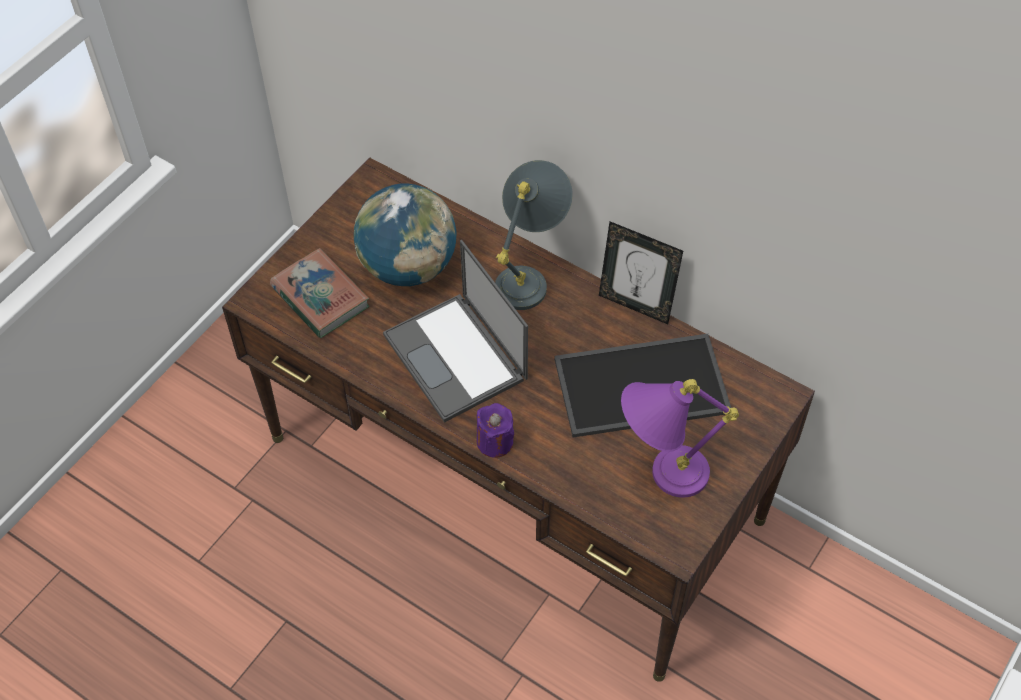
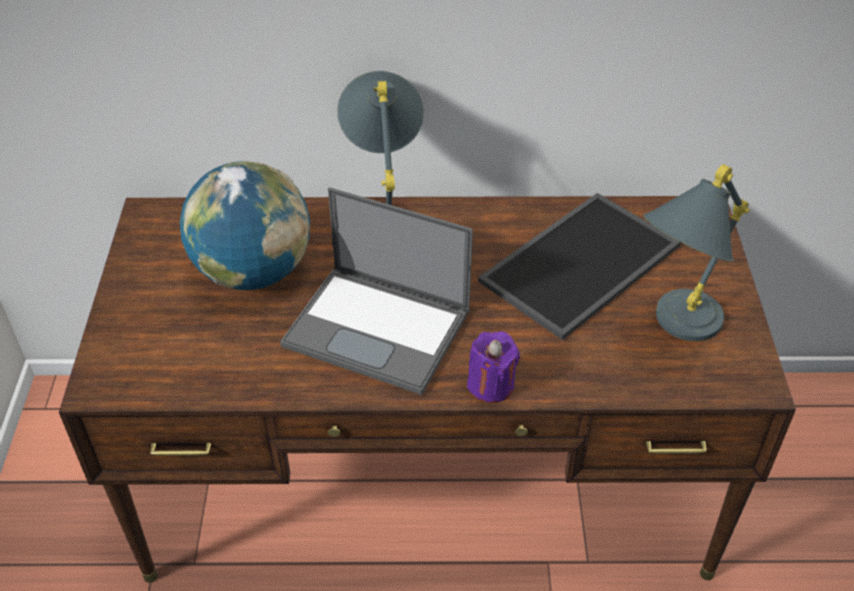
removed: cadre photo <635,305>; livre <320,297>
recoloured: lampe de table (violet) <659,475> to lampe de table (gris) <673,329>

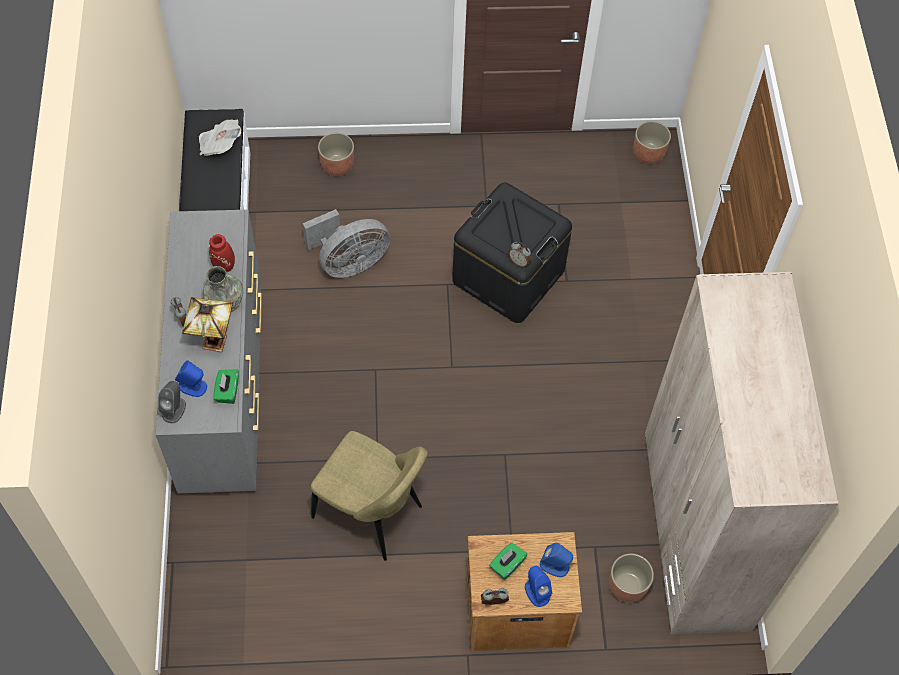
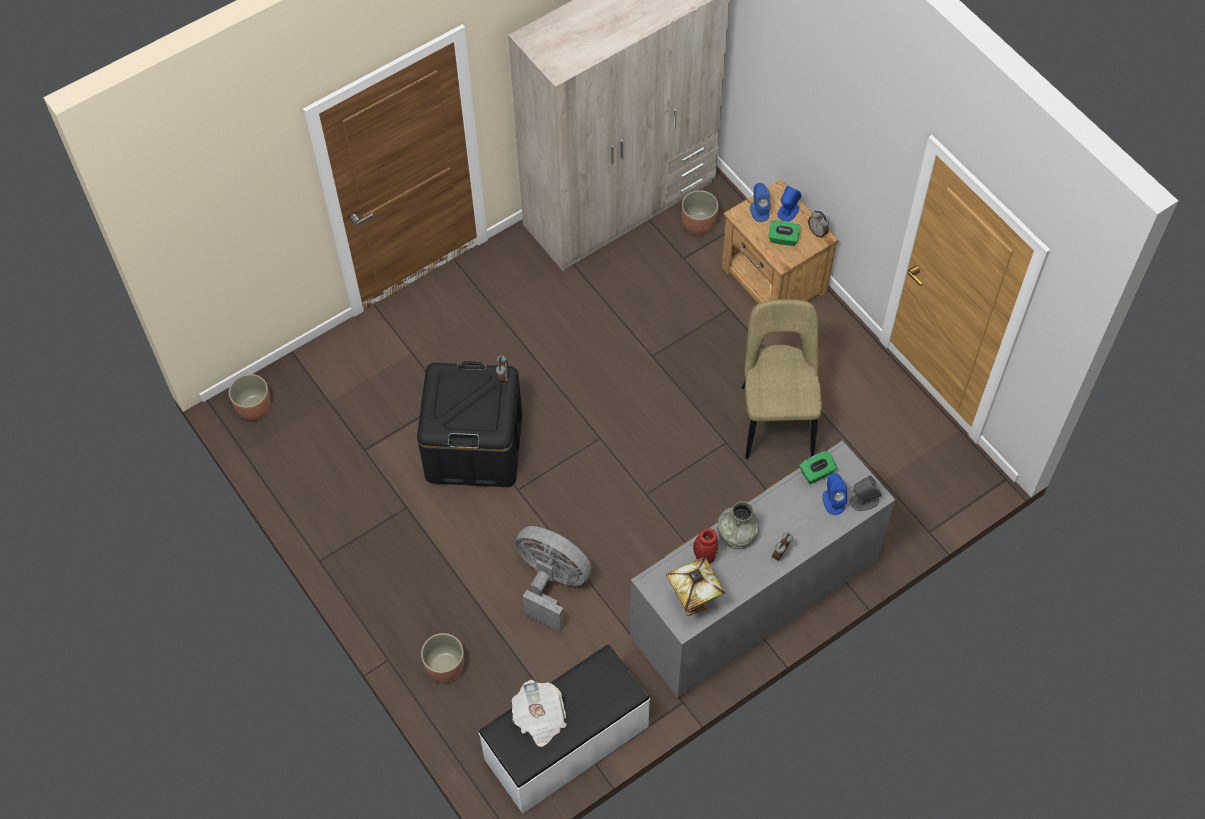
moved: lampe de table <212,342> to <695,604>

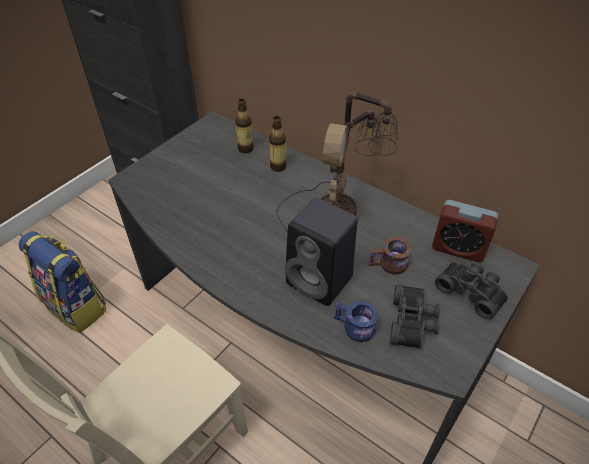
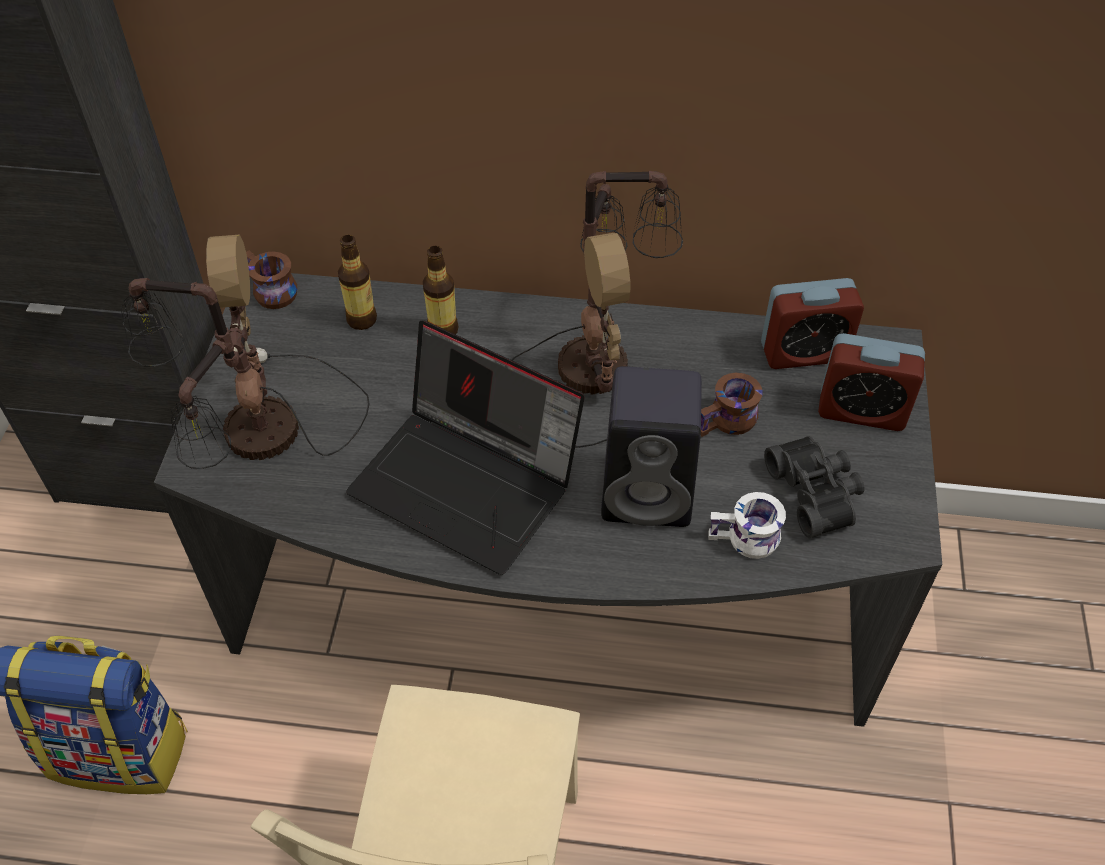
added: lampe de table <258,435>; mug (marron) <269,292>; ordinateur portable <469,483>
replaced: jumelles (noir) <471,291> to réveil <861,410>
recoloured: mug (bleu) <354,328> to mug (blanc) <745,541>

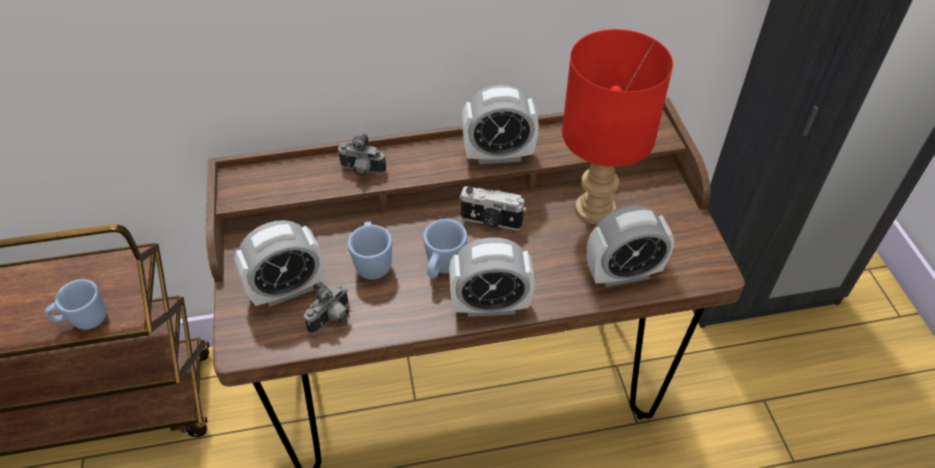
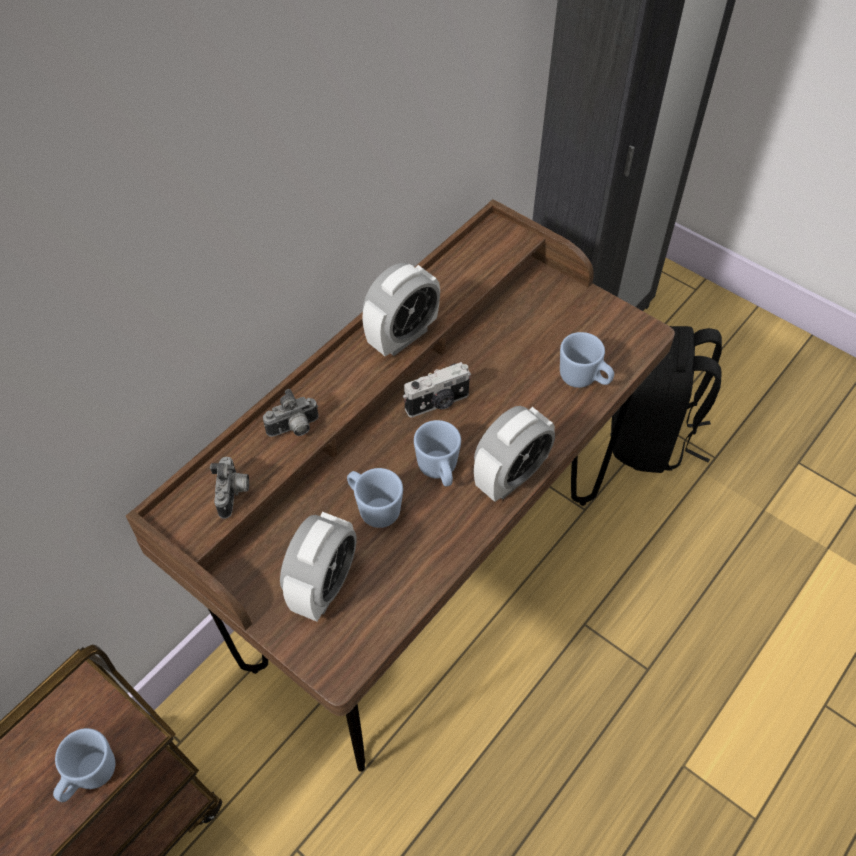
removed: lampe de table (rouge) <596,209>
added: sac à dos (noir) <650,436>
moved: appareil photo <332,319> to <234,494>
replaced: réveil <623,273> to mug (bleu) <583,380>

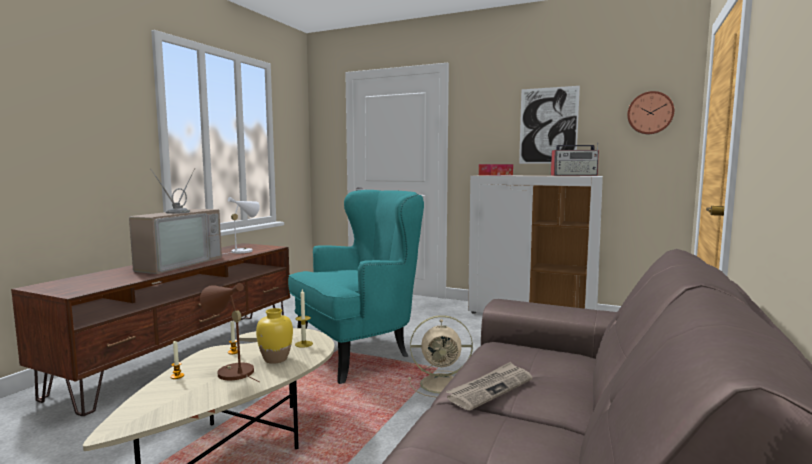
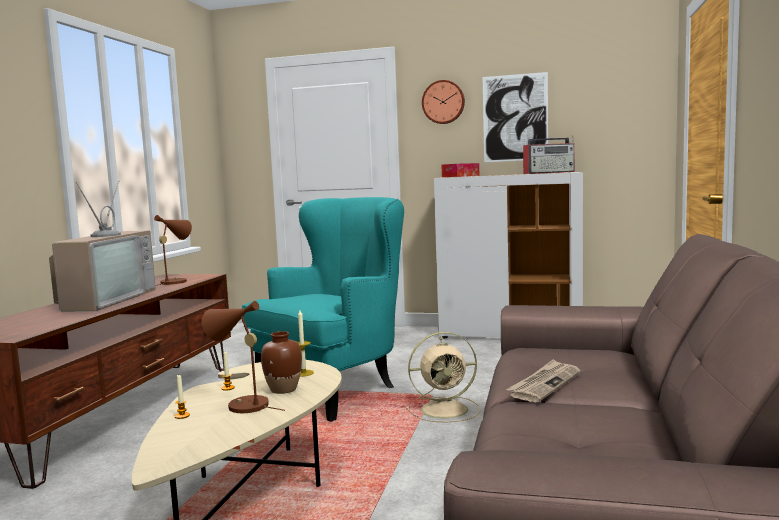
moved: horloge murale <650,113> to <443,102>
recoloured: lampe de table (blanc) <244,251> to lampe de table (marron) <176,281>; vase (jaune) <275,359> to vase (marron) <283,389>

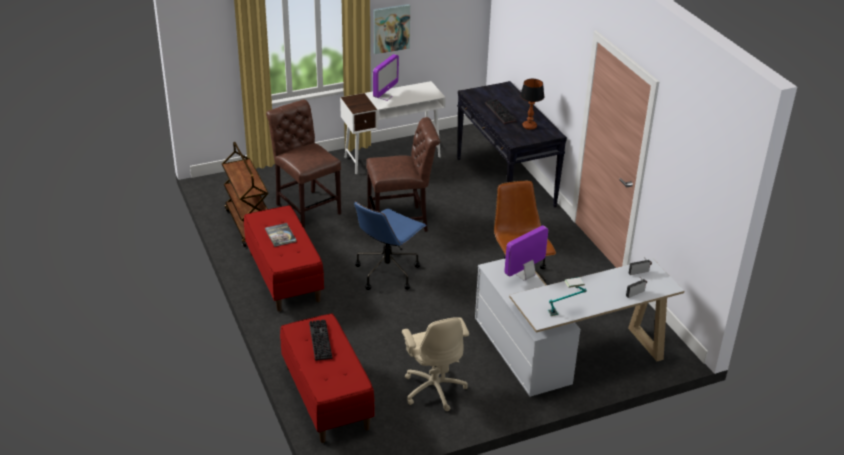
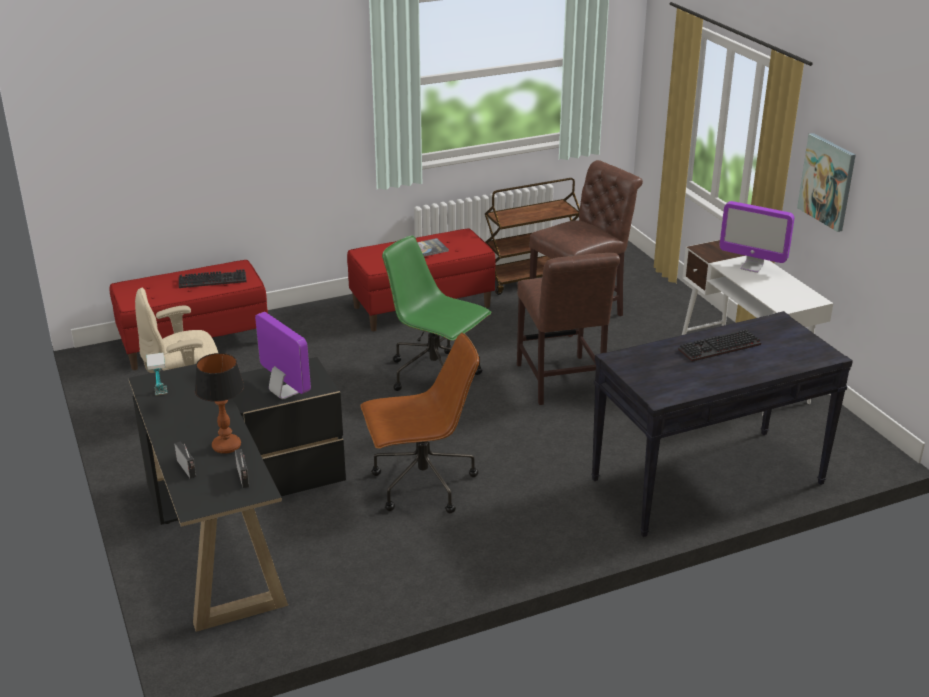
moved: lampe de table <529,126> to <226,446>
recoloured: chaise de bureau (bleu) <387,272> to chaise de bureau (vert) <435,375>; bureau (blanc) <564,352> to bureau (noir) <236,523>

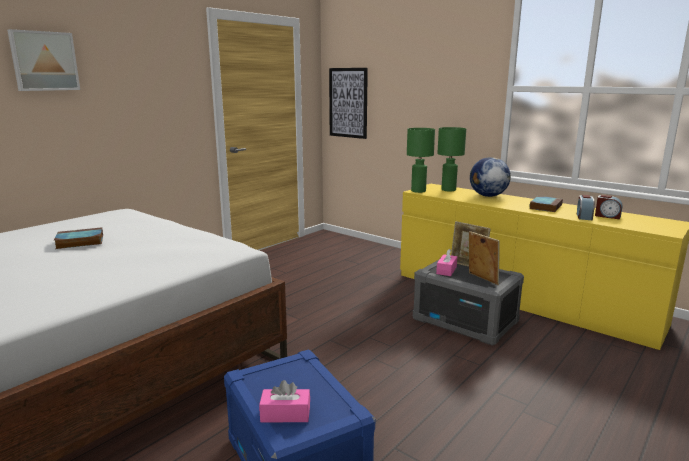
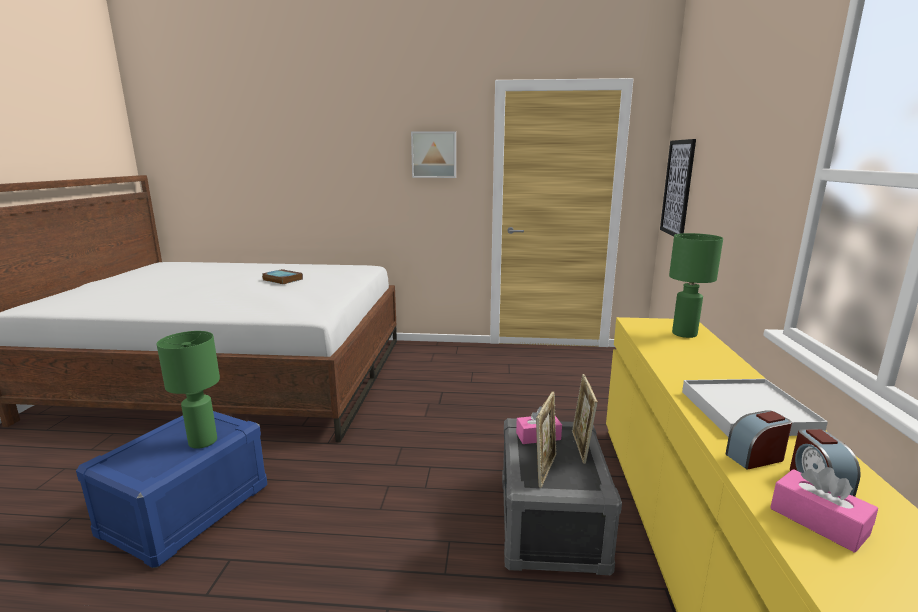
removed: globe <487,196>
moved: tableau <44,61> to <434,154>; lampe de table (vert) <418,191> to <202,442>; boîte à mouchoirs (rose) <285,414> to <818,521>
replaced: livre <545,207> to plateau (blanc) <747,411>

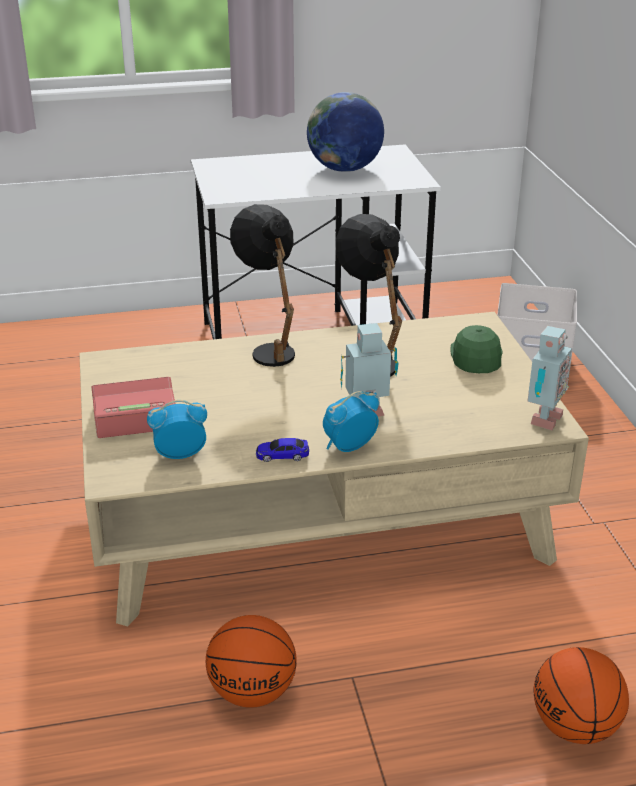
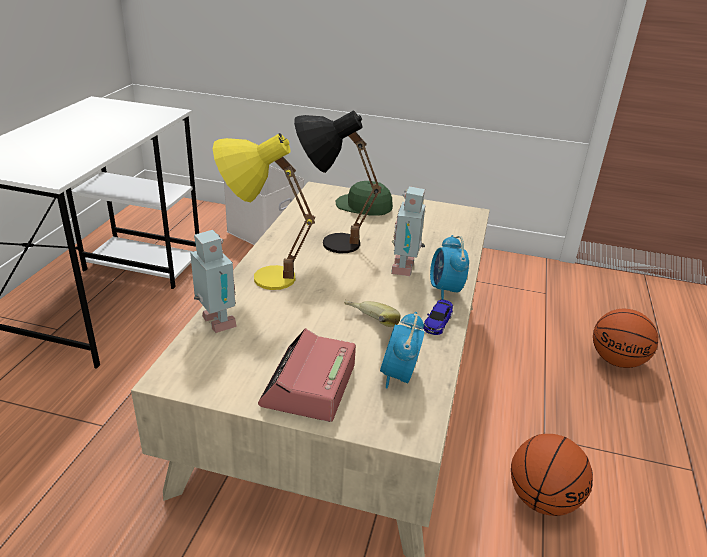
removed: globe <344,169>
added: banane <368,327>
moved: robot jouet <542,420> to <216,324>
recoloured: lampe de table (noir) <270,347> to lampe de table (jaune) <259,276>

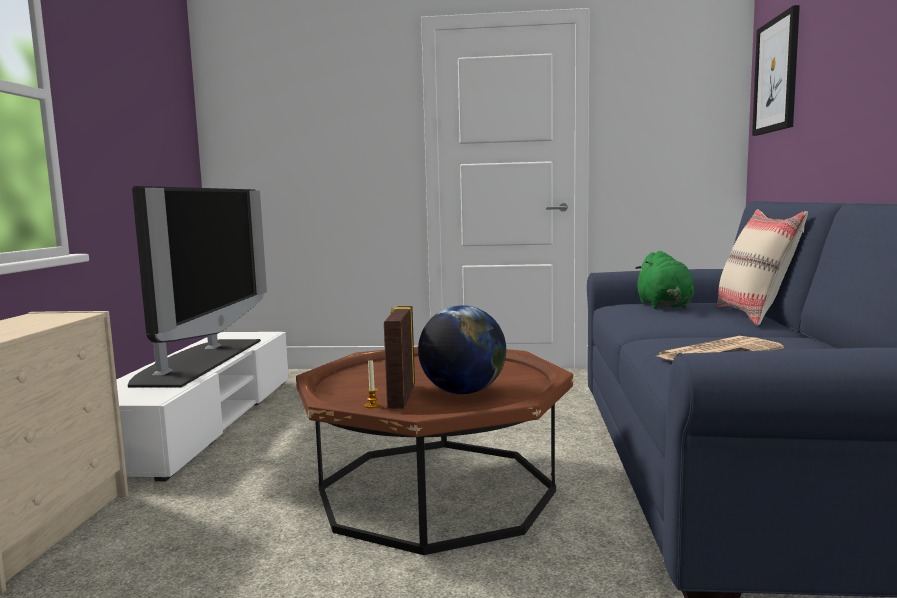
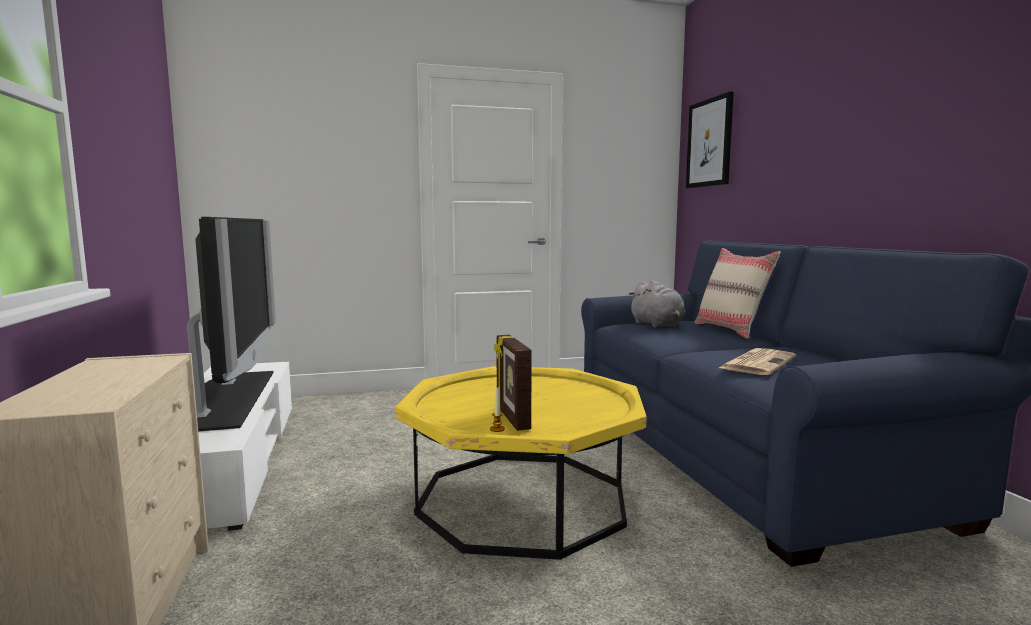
removed: globe <463,392>
recoloured: peluche (vert) <664,306> to peluche (gris) <657,325>; table basse (marron) <435,490> to table basse (jaune) <522,500>

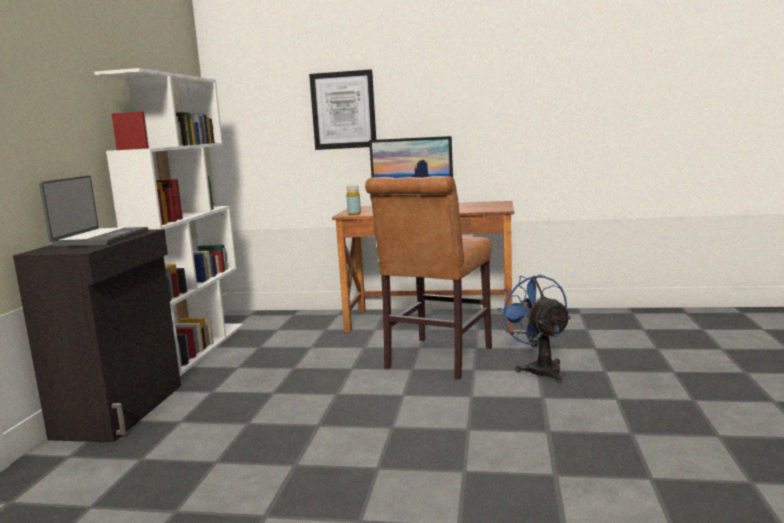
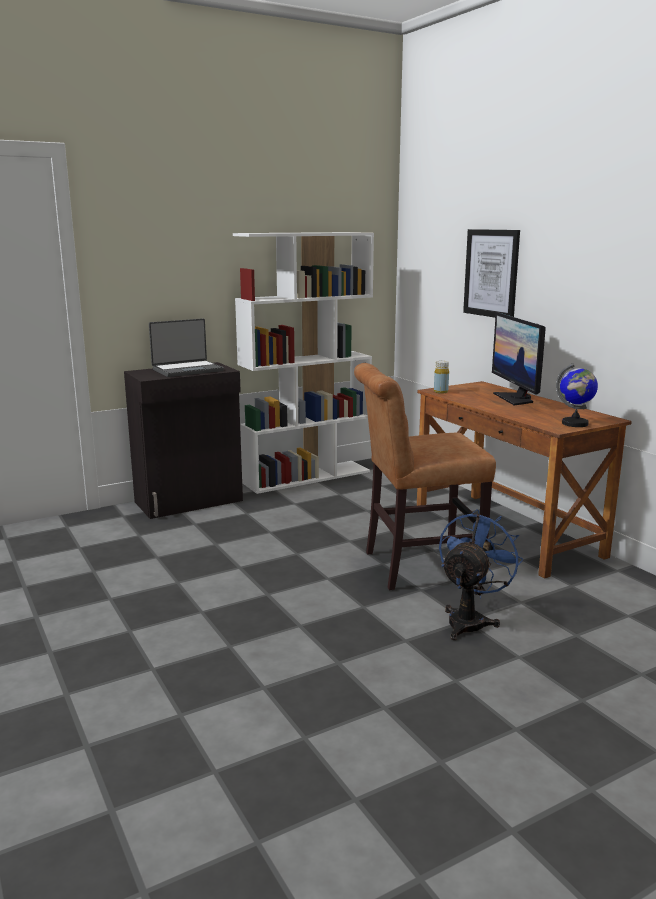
added: globe <575,424>

